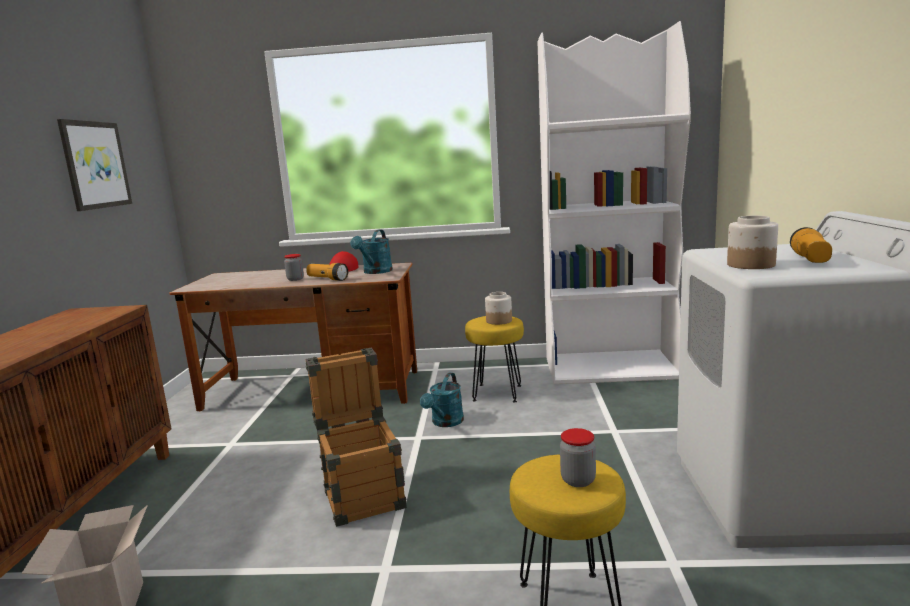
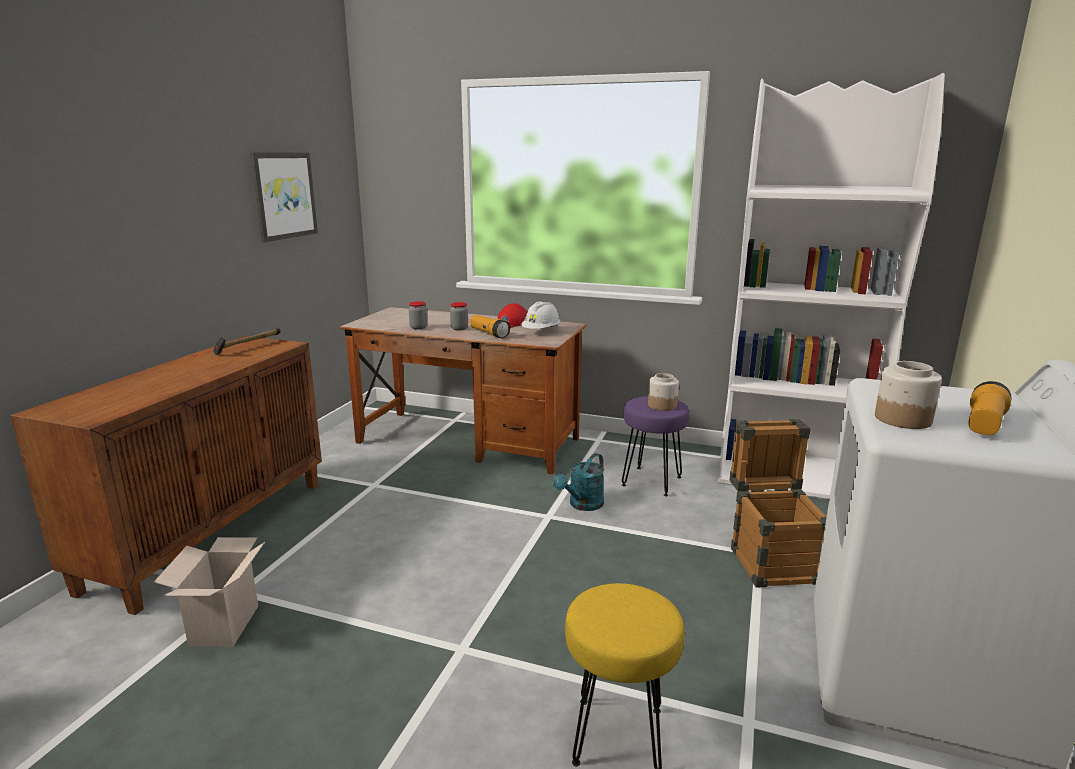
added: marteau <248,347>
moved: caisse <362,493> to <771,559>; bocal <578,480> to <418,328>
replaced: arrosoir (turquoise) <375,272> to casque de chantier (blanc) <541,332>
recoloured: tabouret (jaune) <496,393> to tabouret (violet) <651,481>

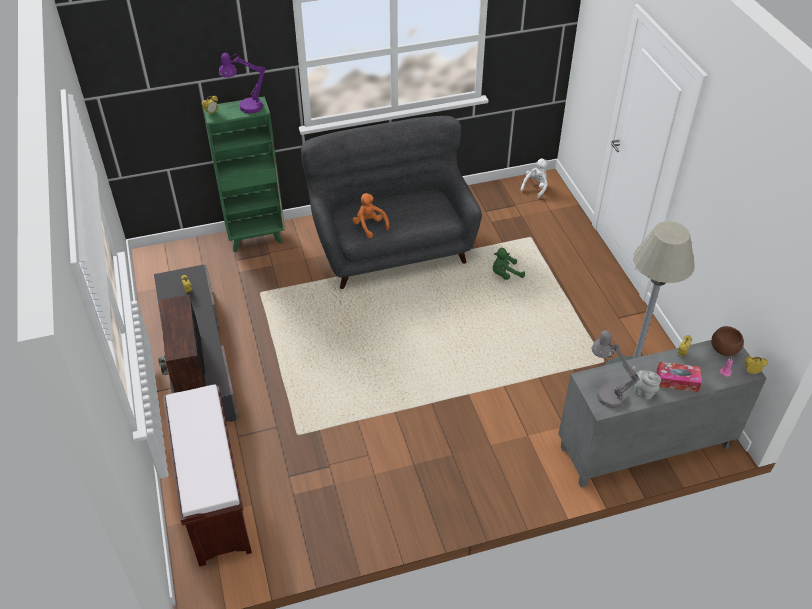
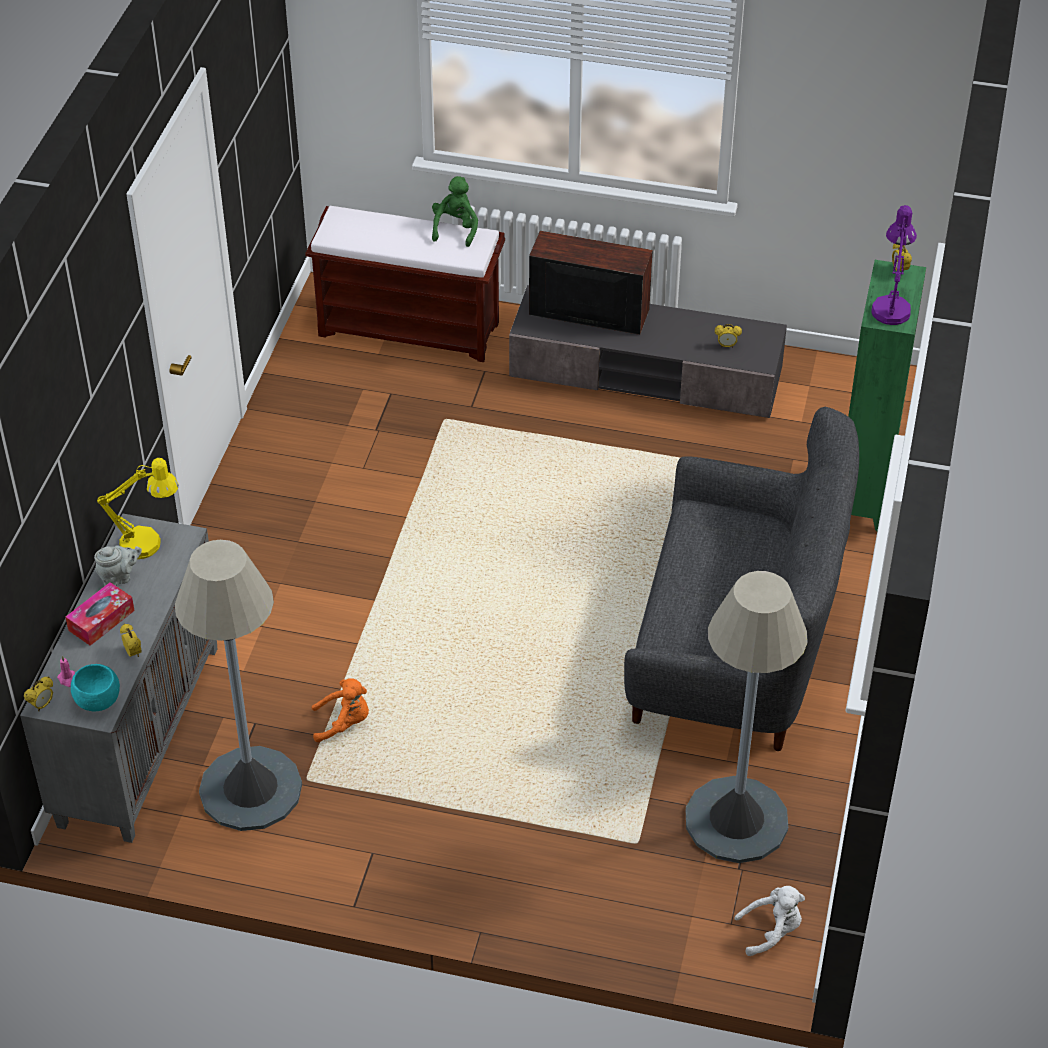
added: lampadaire (gris) <736,820>
moved: peluche (orange) <369,226> to <344,723>; peluche (vert) <505,274> to <455,229>
recoloured: bol (marron) <724,350> to bol (turquoise) <98,701>; lampe de table (gris) <606,393> to lampe de table (jaune) <149,543>
turned: peluche (blanc) <535,187> = <771,931> 75 degrees counterclockwise

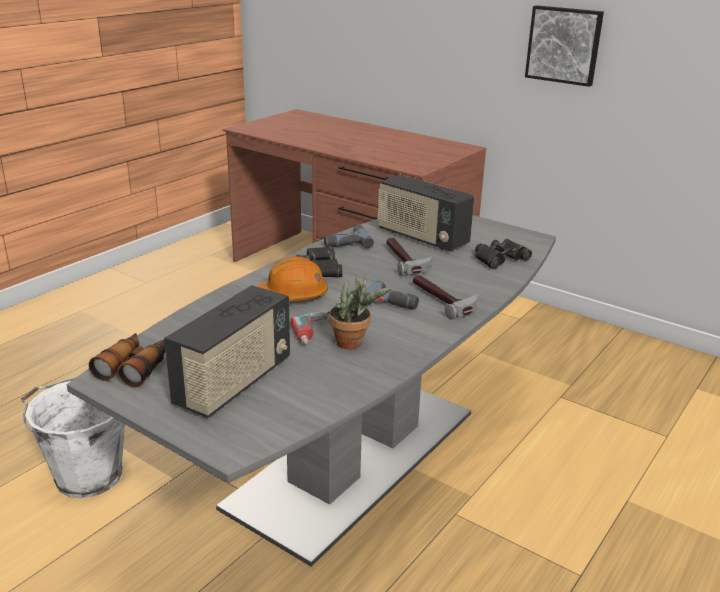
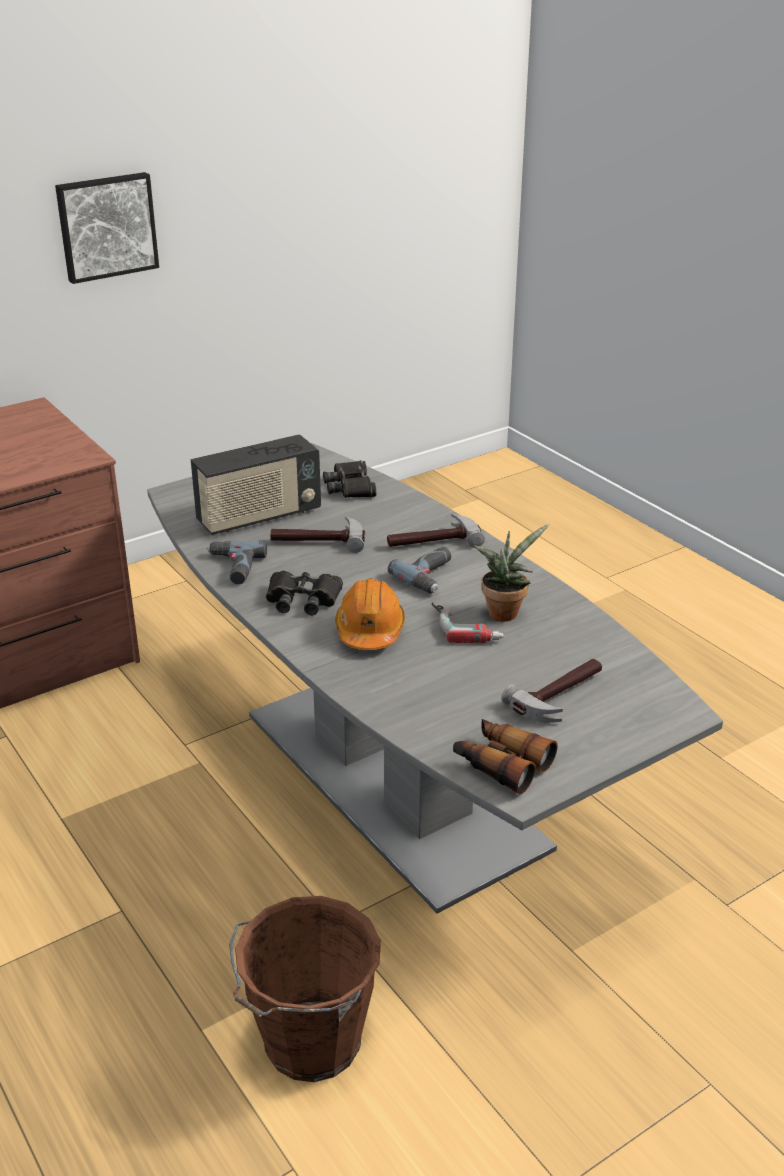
replaced: radio <234,383> to marteau <561,697>
recoloured: seau (blanc) <86,476> to seau (marron) <309,1044>

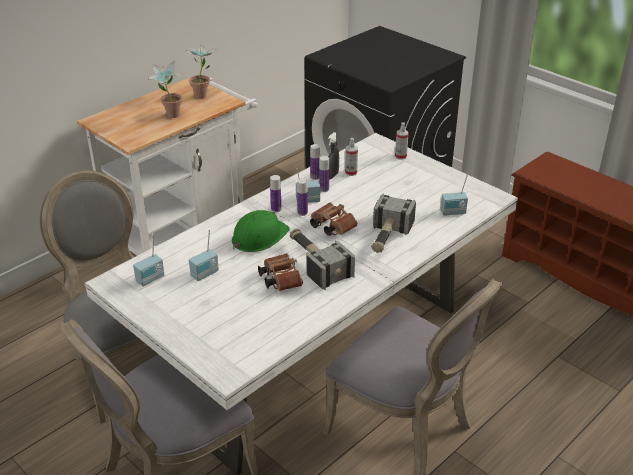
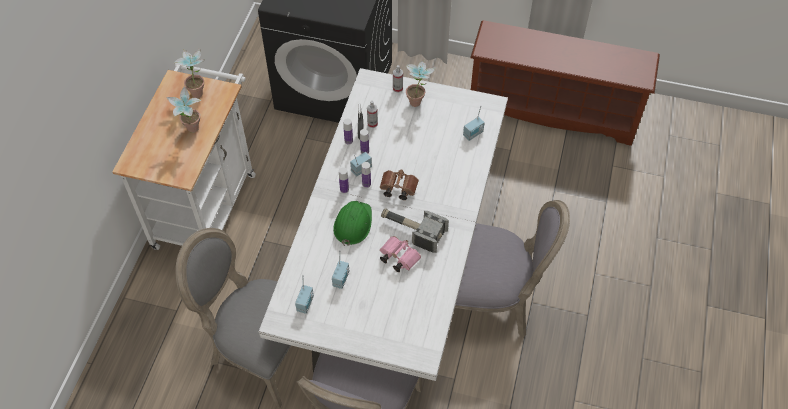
removed: marteau <387,237>
added: plante en pot <418,100>
recoloured: jumelles (marron) <280,279> to jumelles (rose) <397,257>

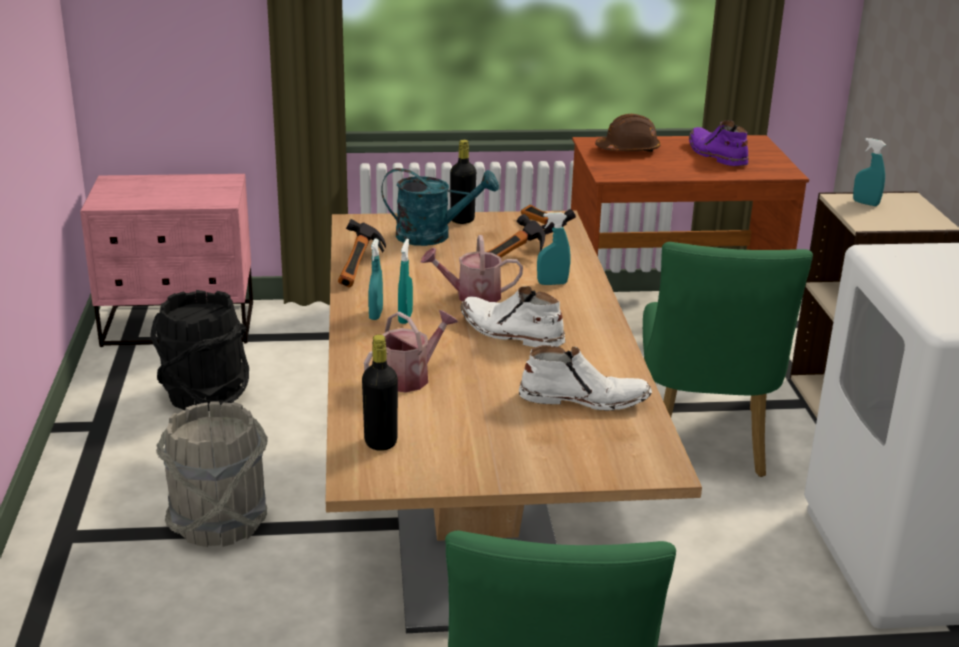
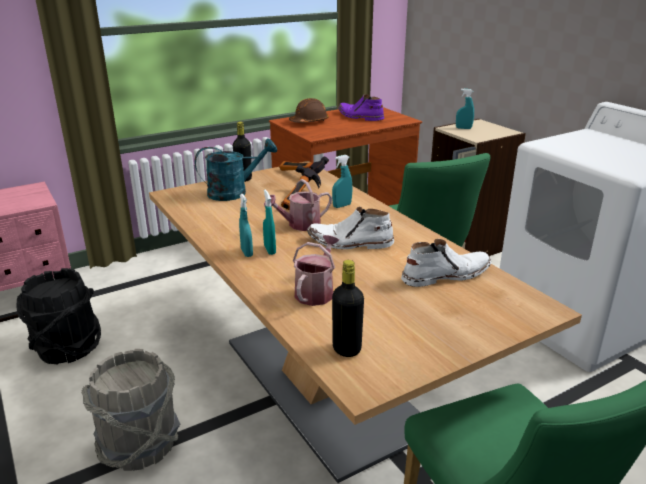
removed: marteau <362,270>

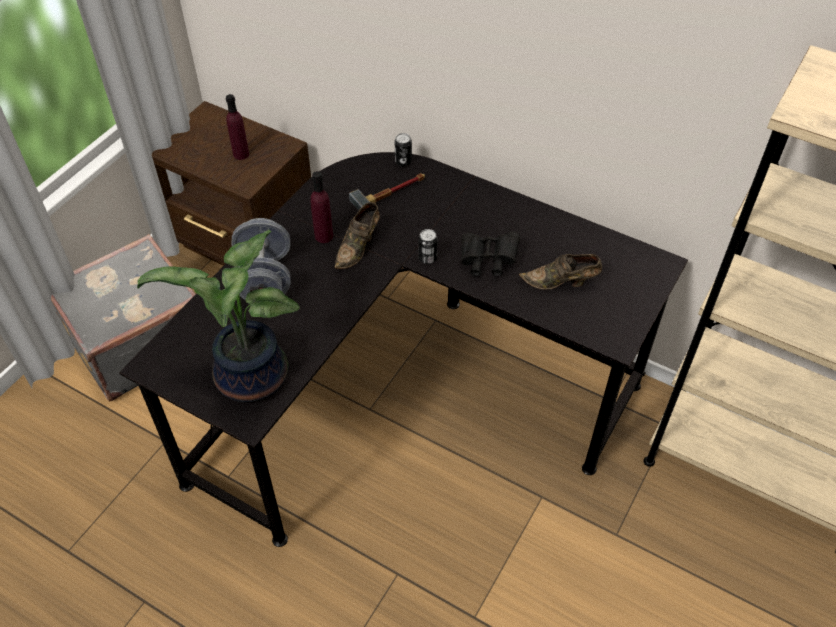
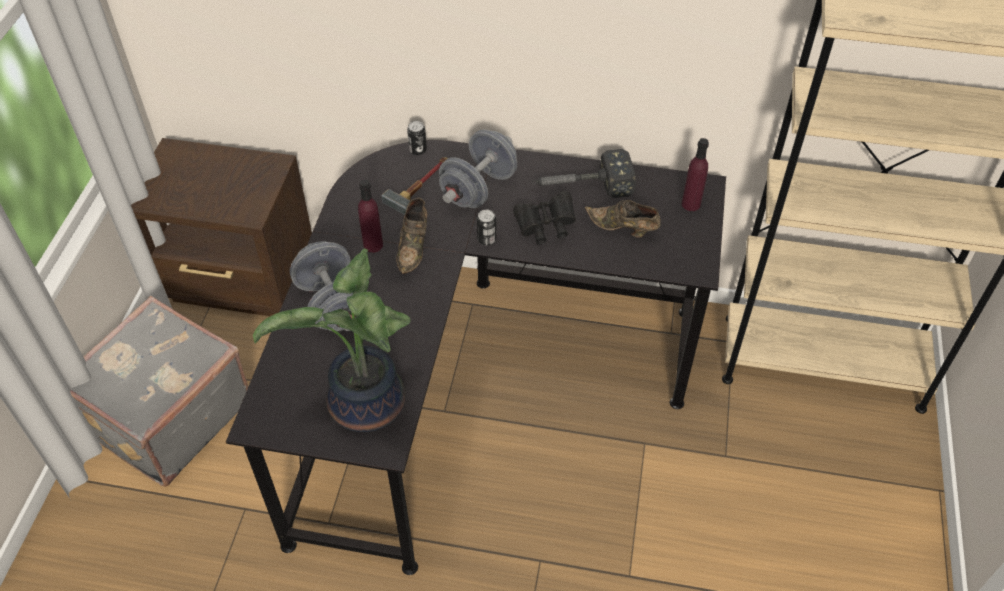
added: haltère (gris) <478,189>; marteau <581,186>
moved: bouteille (violet) <241,154> to <691,204>
turned: chaussure (marron) <561,283> = <623,229> 45 degrees clockwise

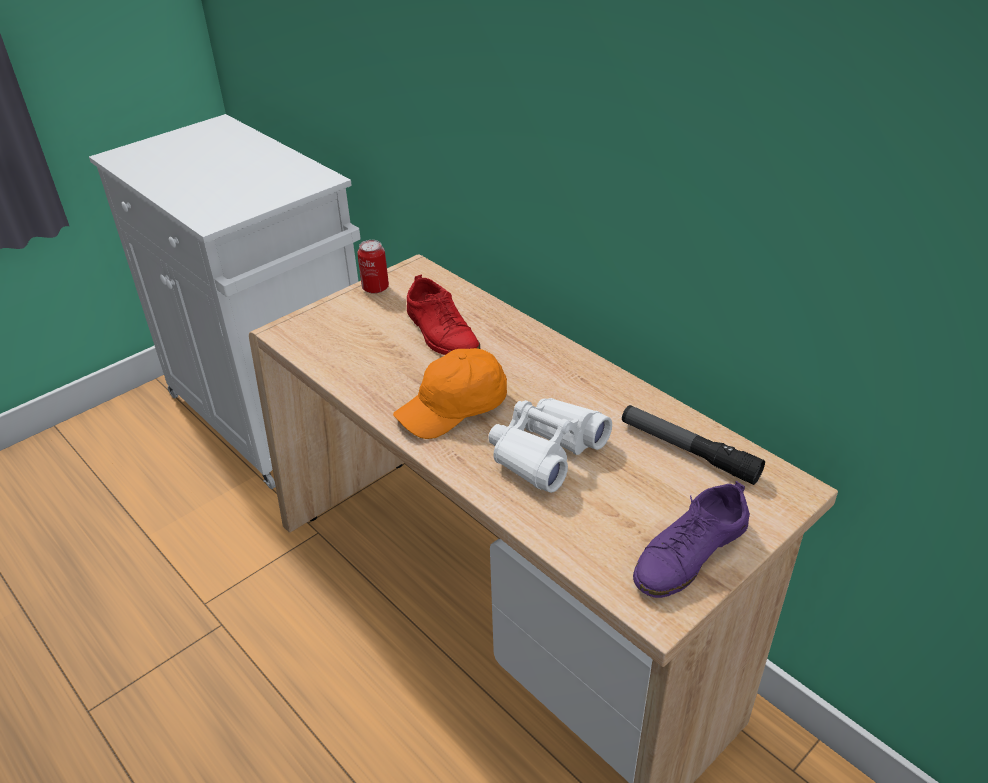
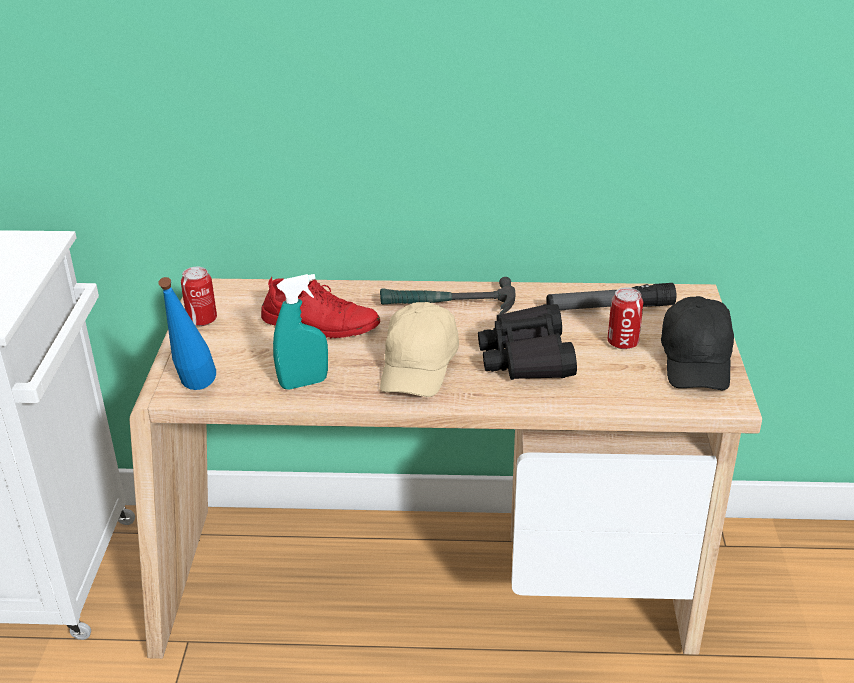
added: vaporisateur (turquoise) <303,383>; bouteille (bleu) <194,393>; marteau <447,304>; boîte métallique <622,343>
replaced: chaussure (violet) <690,553> to casquette (noir) <696,361>
recoloured: casquette (orange) <454,408> to casquette (beige) <419,366>; jumelles (blanc) <545,452> to jumelles (noir) <526,357>

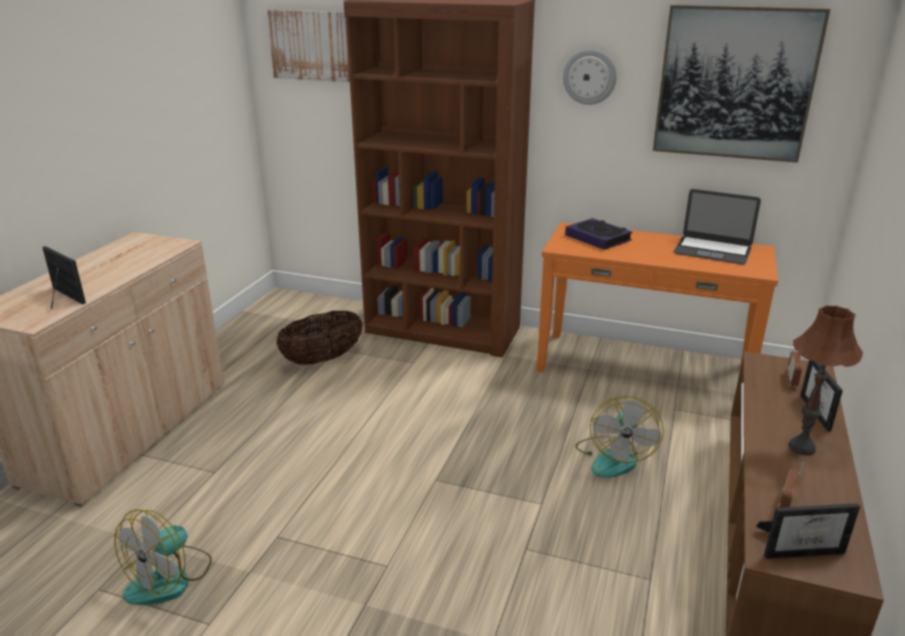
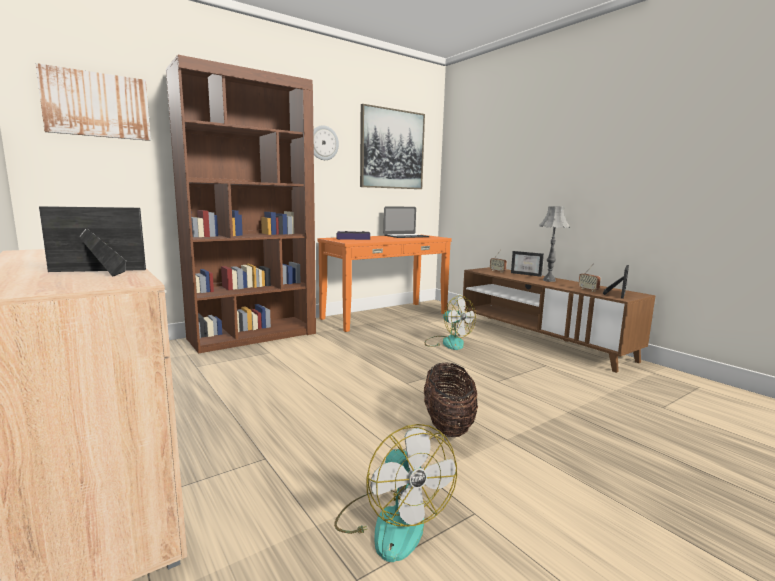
moved: panier <322,359> to <448,425>
recoloured: lampe de table (marron) <802,448> to lampe de table (gris) <549,280>

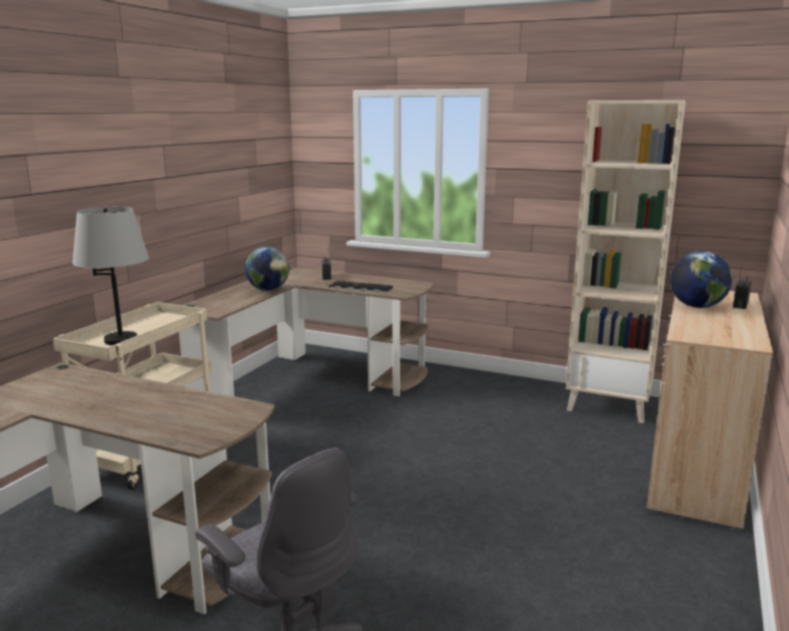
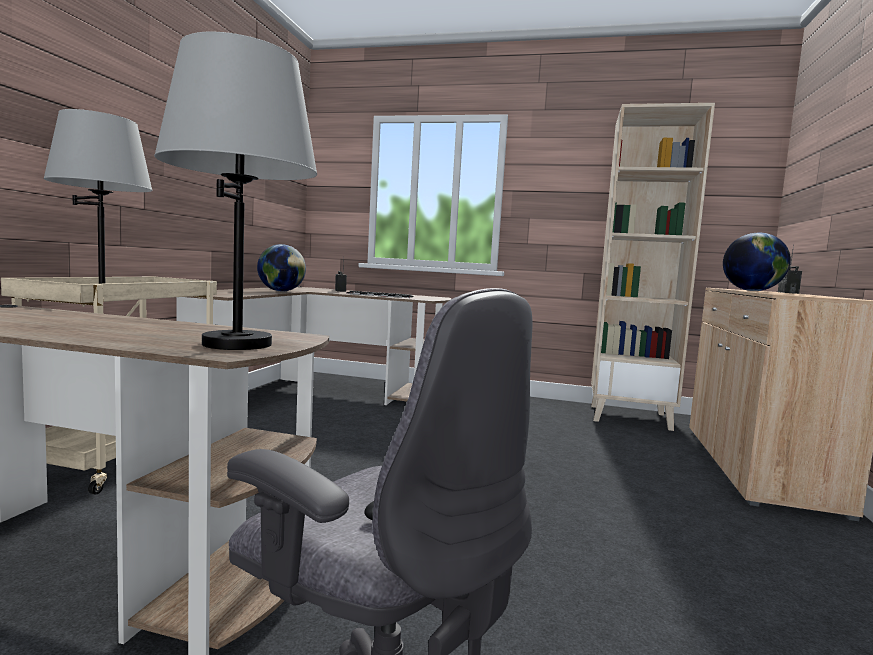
added: lampe de table (gris) <237,344>

